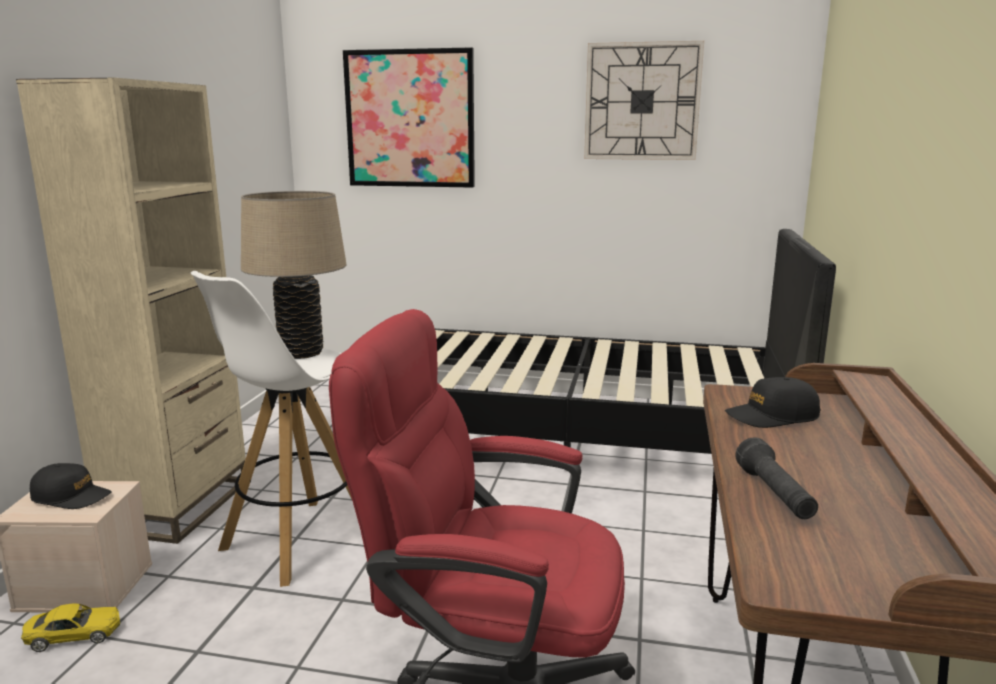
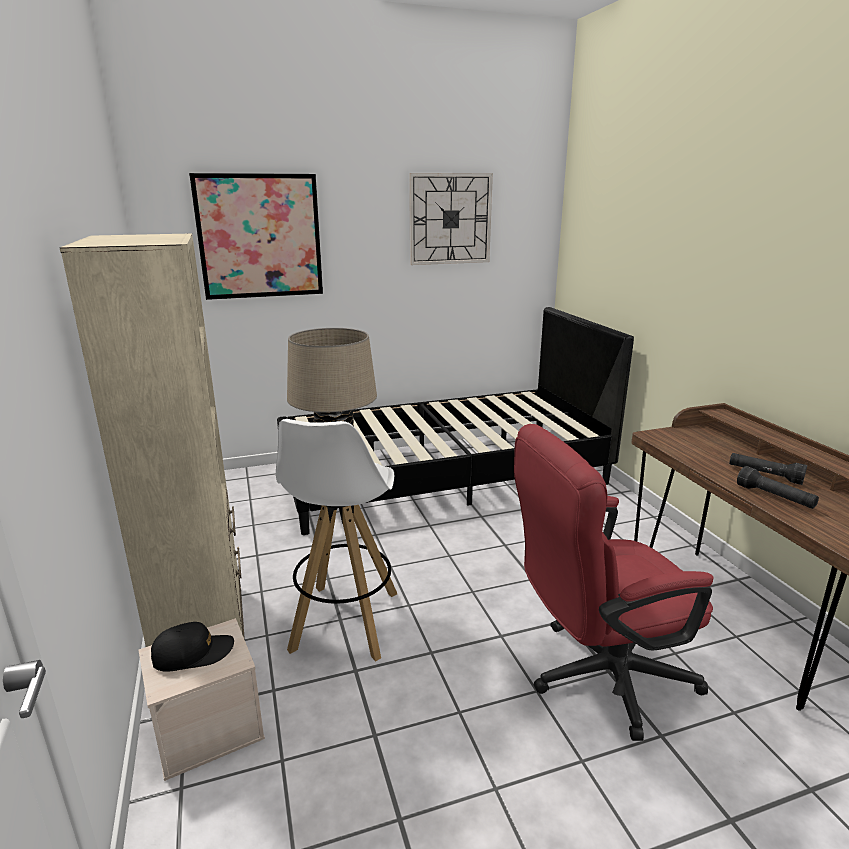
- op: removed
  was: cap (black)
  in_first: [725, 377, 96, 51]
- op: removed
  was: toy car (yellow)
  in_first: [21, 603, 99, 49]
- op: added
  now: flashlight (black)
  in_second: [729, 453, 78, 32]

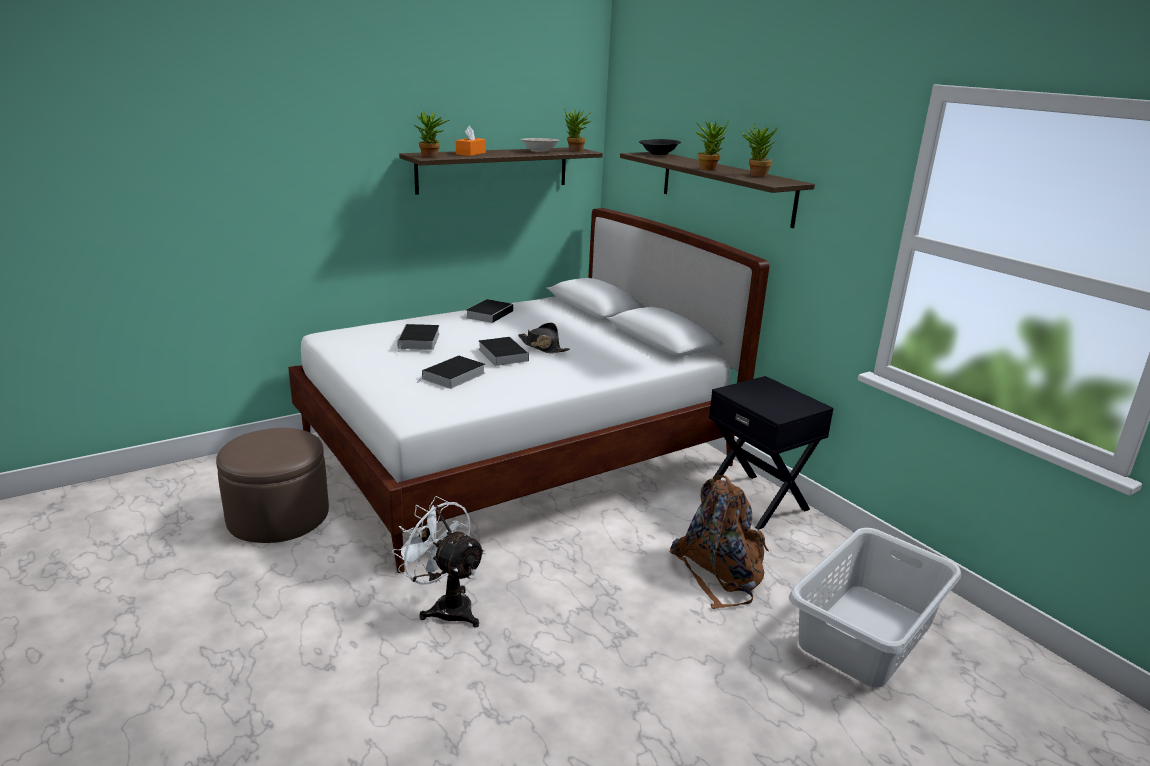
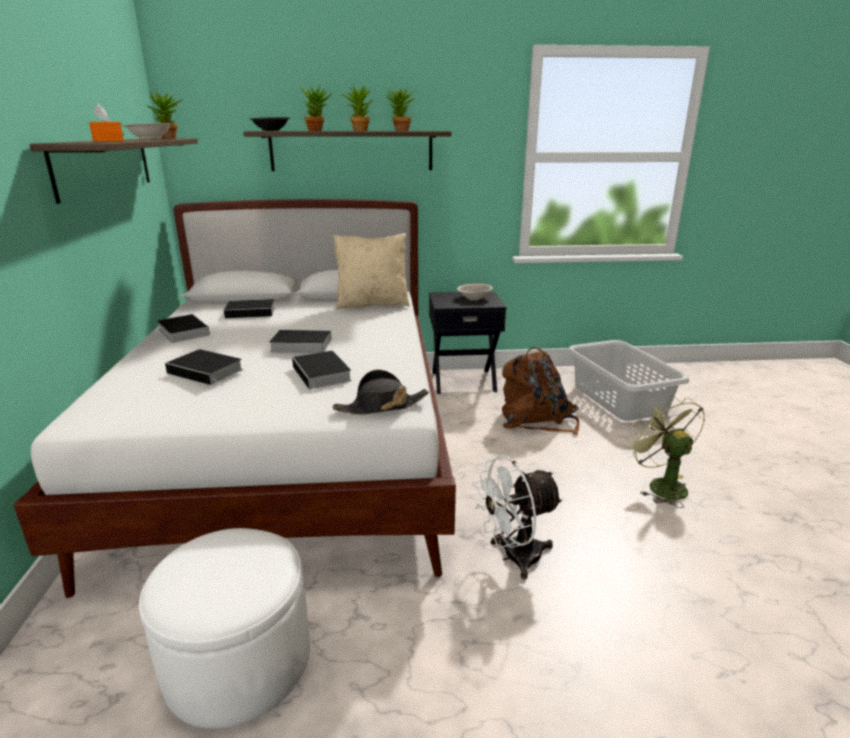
- op: moved
  was: potted plant
  in_first: [414, 111, 35, 47]
  in_second: [300, 84, 33, 47]
- op: moved
  was: hat (black)
  in_first: [518, 323, 52, 31]
  in_second: [333, 369, 96, 46]
- op: recoloured
  was: ottoman (brown)
  now: ottoman (white)
  in_first: [216, 428, 113, 115]
  in_second: [139, 528, 171, 201]
- op: added
  now: pillow (beige)
  in_second: [333, 233, 77, 76]
- op: added
  now: bowl (beige)
  in_second: [457, 284, 36, 16]
- op: added
  now: book
  in_second: [224, 299, 57, 19]
- op: added
  now: fan (green)
  in_second: [627, 395, 78, 113]

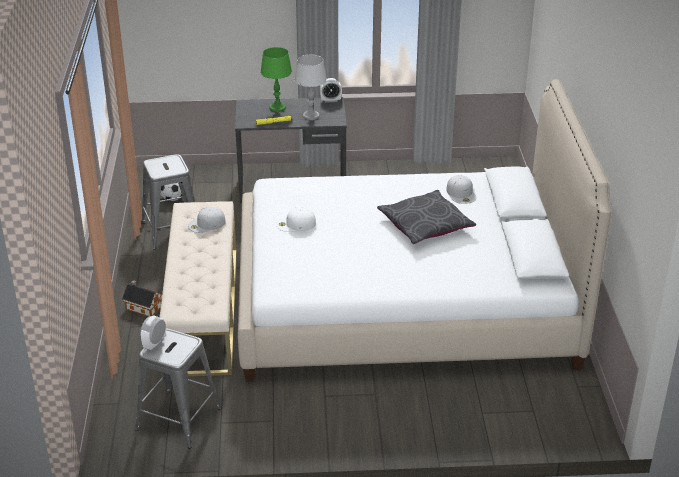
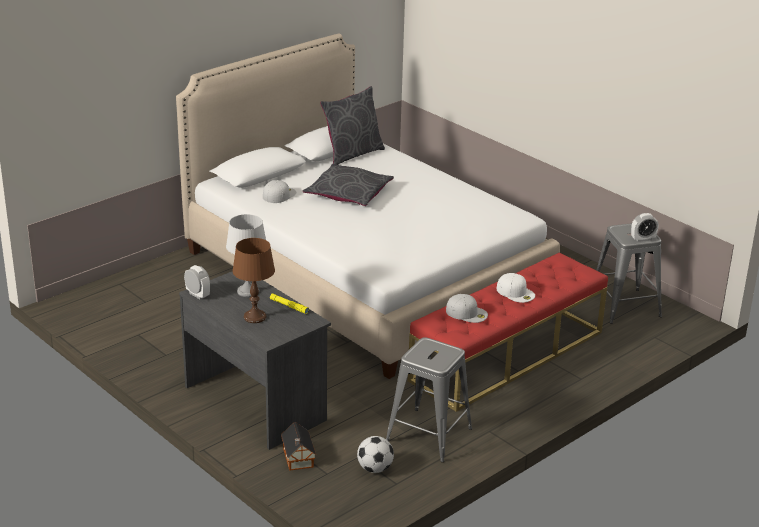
- op: recoloured
  was: table lamp (green)
  now: table lamp (brown)
  in_first: [260, 47, 32, 65]
  in_second: [232, 238, 43, 85]
- op: recoloured
  was: bench (beige)
  now: bench (red)
  in_first: [159, 201, 78, 176]
  in_second: [408, 253, 200, 159]
- op: moved
  was: cap (white)
  in_first: [276, 207, 40, 25]
  in_second: [497, 273, 38, 30]
- op: moved
  was: toy house
  in_first: [122, 280, 40, 37]
  in_second: [281, 422, 35, 49]
- op: added
  now: pillow (grey)
  in_second: [320, 86, 65, 79]

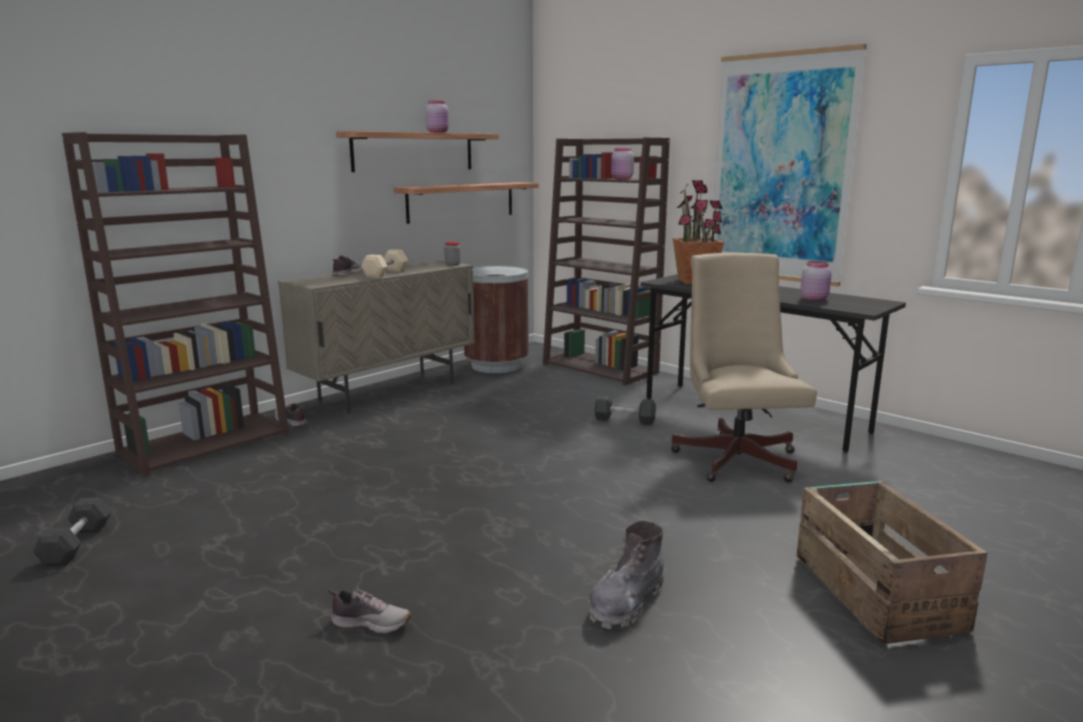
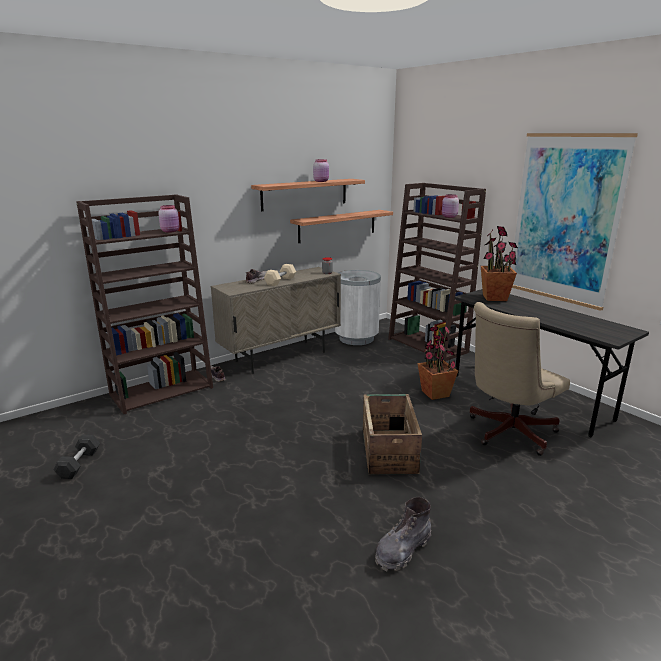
- op: turned
  was: office chair (beige)
  in_first: [671, 253, 146, 229]
  in_second: [470, 302, 100, 154]
  clockwise: -135
- op: moved
  was: jar (pink)
  in_first: [800, 261, 32, 40]
  in_second: [158, 205, 21, 28]
- op: recoloured
  was: trash can (brown)
  now: trash can (white)
  in_first: [464, 266, 65, 107]
  in_second: [335, 270, 46, 75]
- op: replaced
  was: dumbbell (grey)
  now: potted plant
  in_first: [594, 395, 62, 30]
  in_second: [418, 326, 40, 74]
- op: moved
  was: crate
  in_first: [796, 481, 192, 163]
  in_second: [363, 394, 59, 80]
- op: removed
  was: shoe
  in_first: [328, 589, 83, 44]

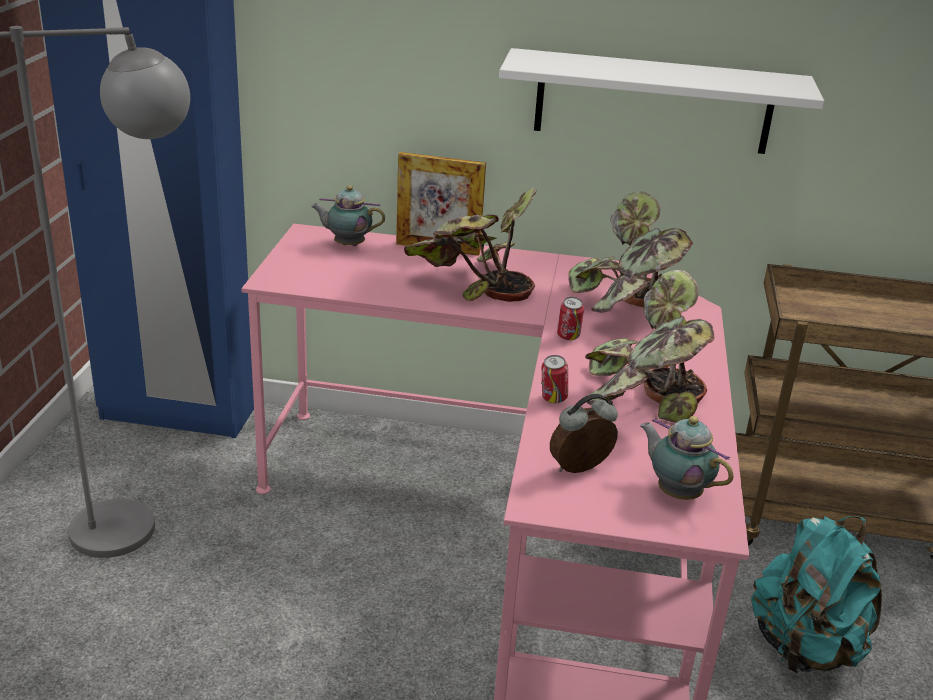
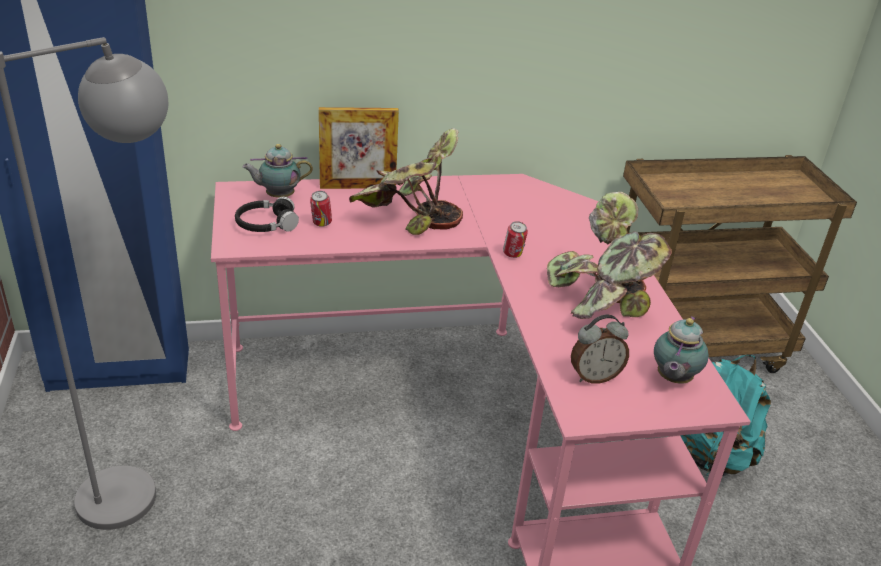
- op: removed
  was: shelf (white)
  in_first: [499, 48, 325, 106]
- op: removed
  was: potted plant
  in_first: [568, 191, 125, 123]
- op: moved
  was: can
  in_first: [541, 355, 27, 48]
  in_second: [310, 191, 22, 36]
- op: turned
  was: alarm clock
  in_first: [550, 394, 68, 79]
  in_second: [571, 315, 58, 69]
  clockwise: -150
- op: turned
  was: teapot
  in_first: [640, 416, 93, 84]
  in_second: [654, 316, 55, 68]
  clockwise: -90
- op: added
  now: headphones (black)
  in_second: [235, 197, 64, 35]

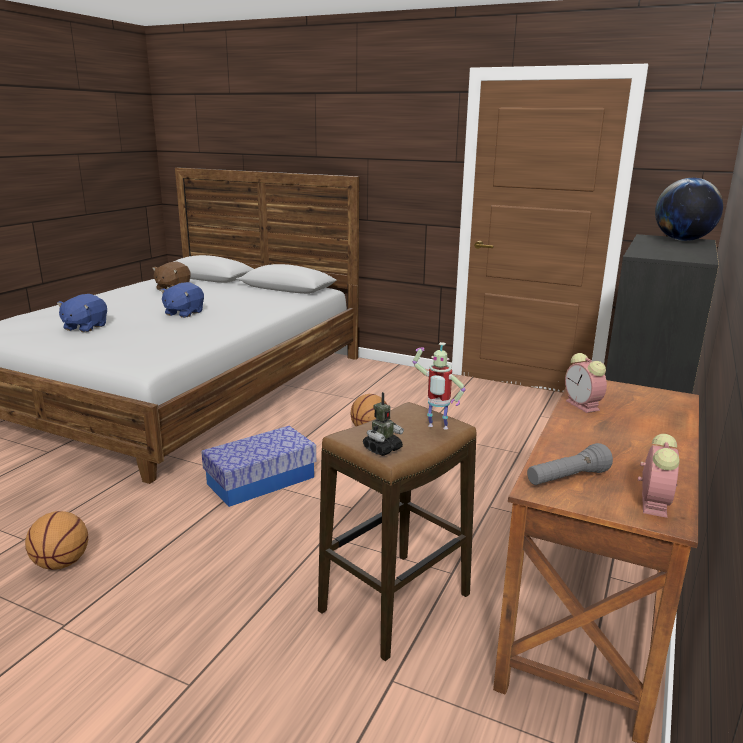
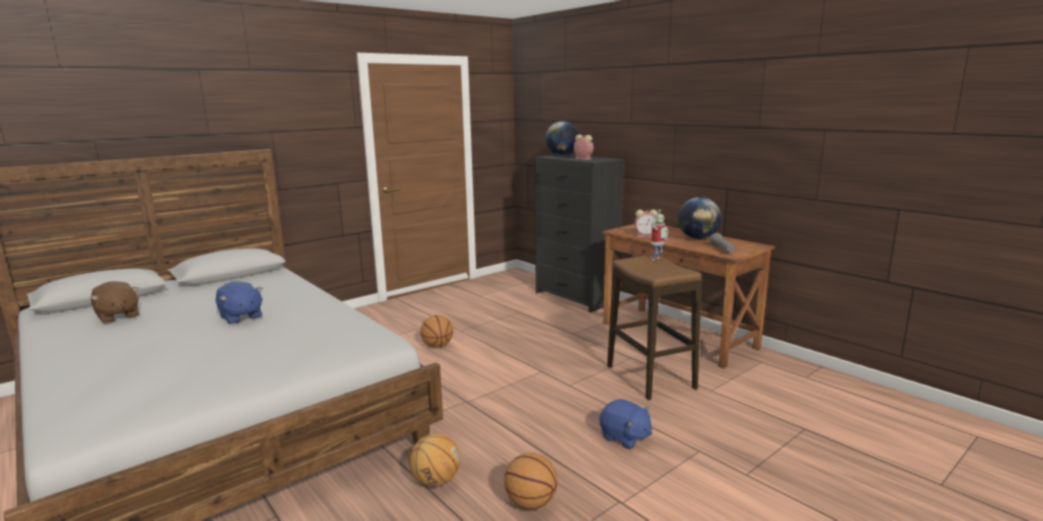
- op: moved
  was: plush toy (blue)
  in_first: [57, 294, 50, 39]
  in_second: [599, 399, 53, 50]
- op: removed
  was: toy robot
  in_first: [363, 392, 41, 64]
- op: removed
  was: storage box
  in_first: [201, 426, 115, 81]
- op: moved
  was: alarm clock
  in_first: [638, 434, 42, 84]
  in_second: [574, 134, 20, 26]
- op: added
  now: globe
  in_second: [678, 197, 43, 42]
- op: added
  now: basketball
  in_second: [409, 433, 51, 54]

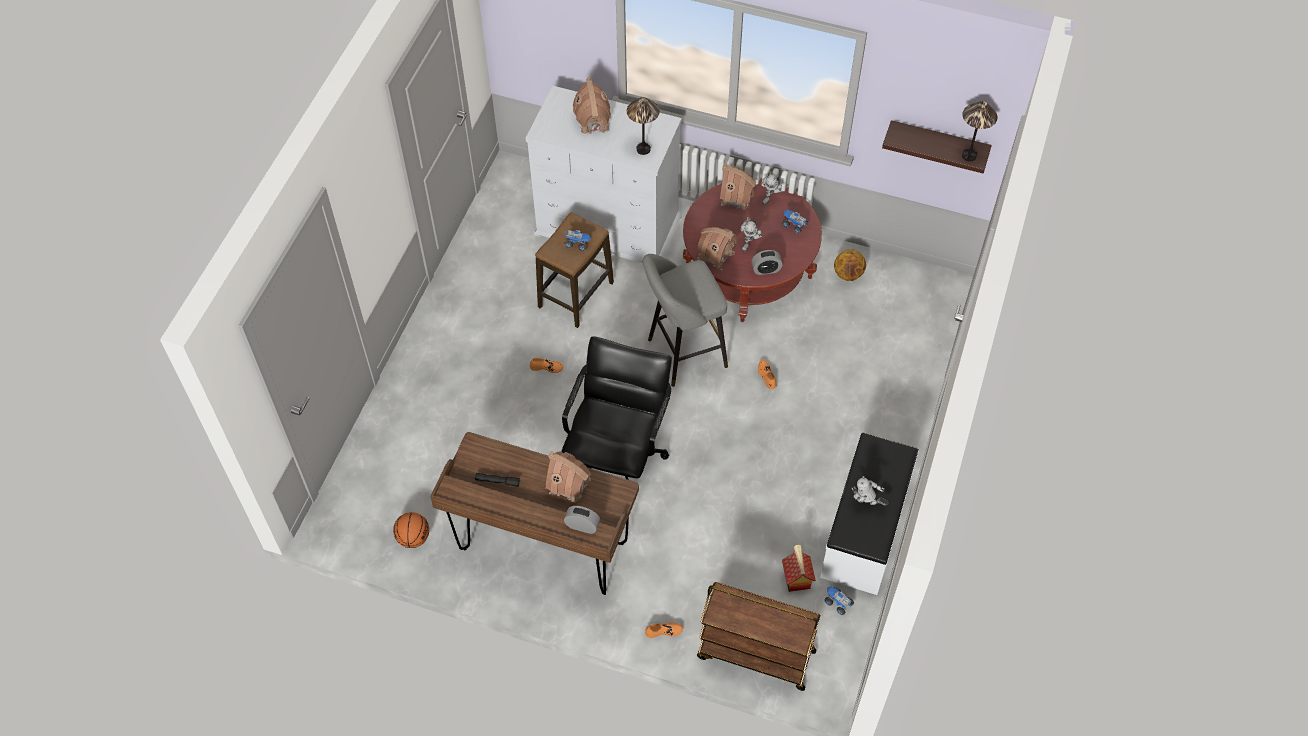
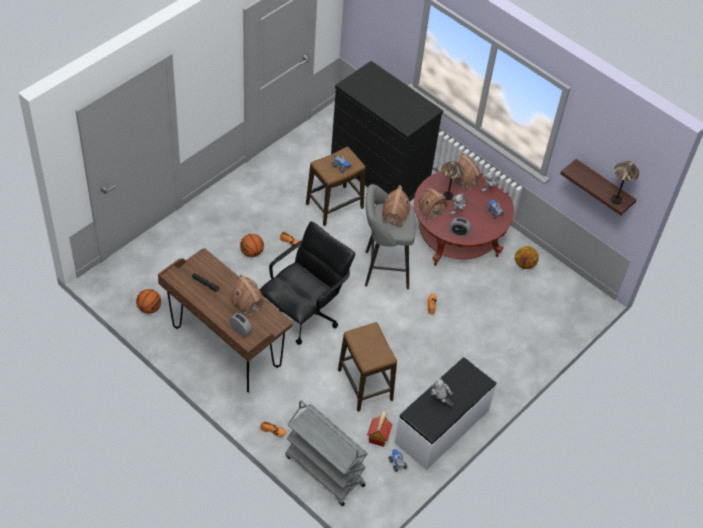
- op: moved
  was: toy house
  in_first: [573, 77, 38, 57]
  in_second: [382, 185, 28, 43]
- op: recoloured
  was: dresser (white)
  now: dresser (black)
  in_first: [526, 86, 156, 177]
  in_second: [331, 61, 112, 140]
- op: moved
  was: table lamp
  in_first: [627, 97, 33, 58]
  in_second: [441, 161, 23, 39]
- op: recoloured
  was: cart (brown)
  now: cart (grey)
  in_first: [697, 582, 123, 109]
  in_second: [285, 400, 83, 106]
- op: added
  now: basketball
  in_second: [240, 234, 24, 23]
- op: added
  now: stool
  in_second: [338, 322, 59, 90]

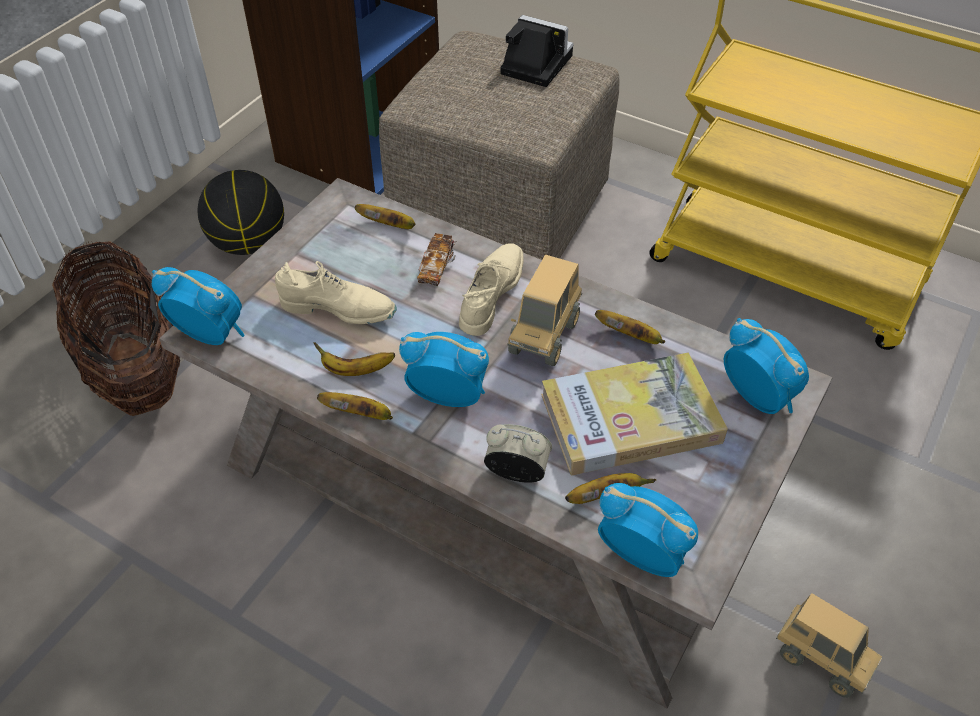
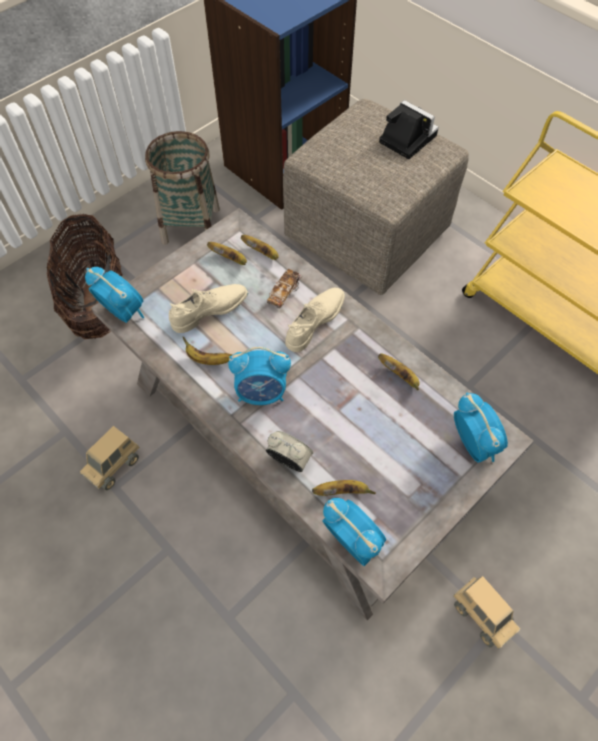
- op: replaced
  was: basketball
  now: basket
  in_first: [198, 170, 86, 85]
  in_second: [145, 131, 75, 114]
- op: moved
  was: toy truck
  in_first: [507, 255, 75, 111]
  in_second: [80, 426, 60, 64]
- op: turned
  was: shoe (beige)
  in_first: [275, 261, 122, 63]
  in_second: [169, 284, 79, 49]
  clockwise: -60
- op: turned
  was: alarm clock
  in_first: [399, 332, 90, 75]
  in_second: [228, 347, 63, 58]
  clockwise: 150
- op: removed
  was: book
  in_first: [541, 352, 187, 123]
- op: moved
  was: banana
  in_first: [317, 392, 76, 28]
  in_second: [207, 242, 40, 23]

